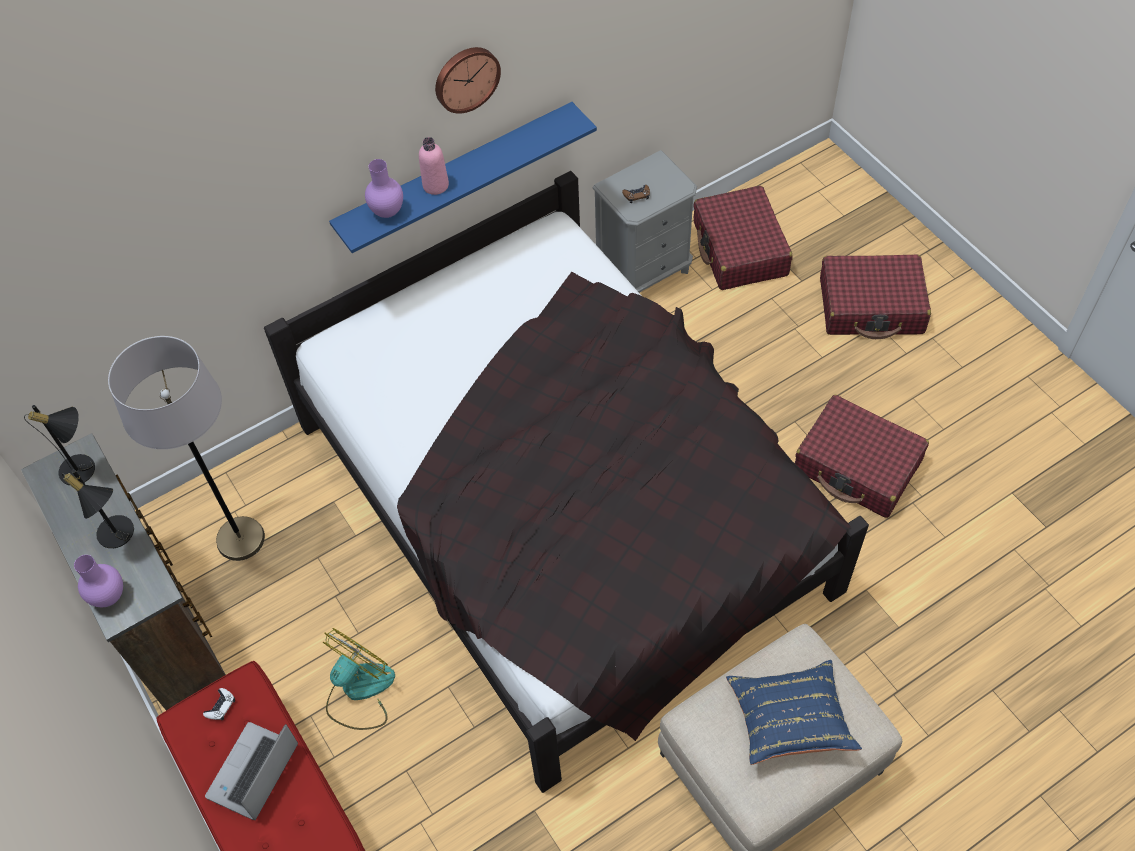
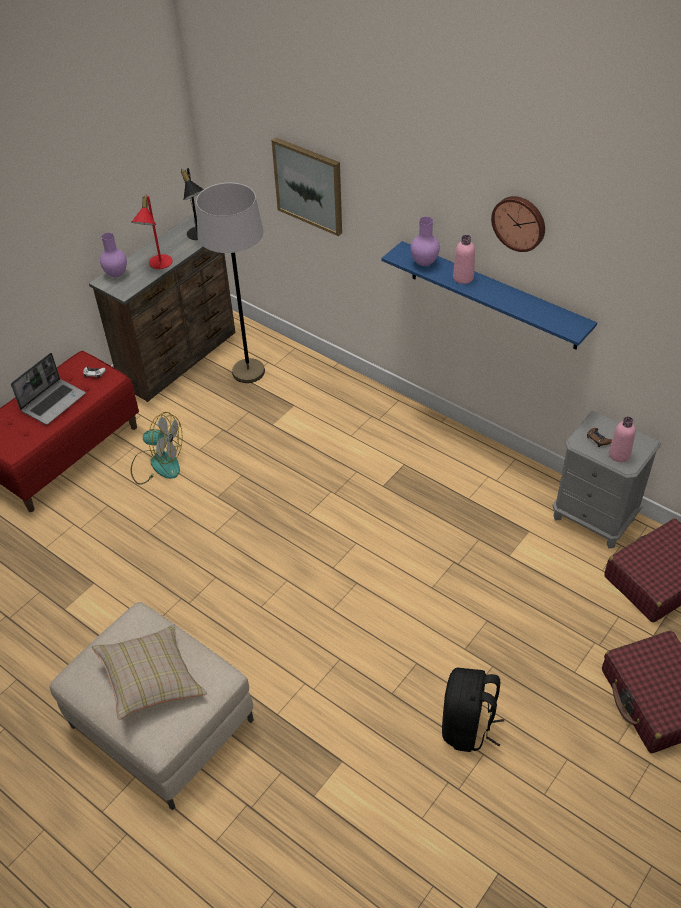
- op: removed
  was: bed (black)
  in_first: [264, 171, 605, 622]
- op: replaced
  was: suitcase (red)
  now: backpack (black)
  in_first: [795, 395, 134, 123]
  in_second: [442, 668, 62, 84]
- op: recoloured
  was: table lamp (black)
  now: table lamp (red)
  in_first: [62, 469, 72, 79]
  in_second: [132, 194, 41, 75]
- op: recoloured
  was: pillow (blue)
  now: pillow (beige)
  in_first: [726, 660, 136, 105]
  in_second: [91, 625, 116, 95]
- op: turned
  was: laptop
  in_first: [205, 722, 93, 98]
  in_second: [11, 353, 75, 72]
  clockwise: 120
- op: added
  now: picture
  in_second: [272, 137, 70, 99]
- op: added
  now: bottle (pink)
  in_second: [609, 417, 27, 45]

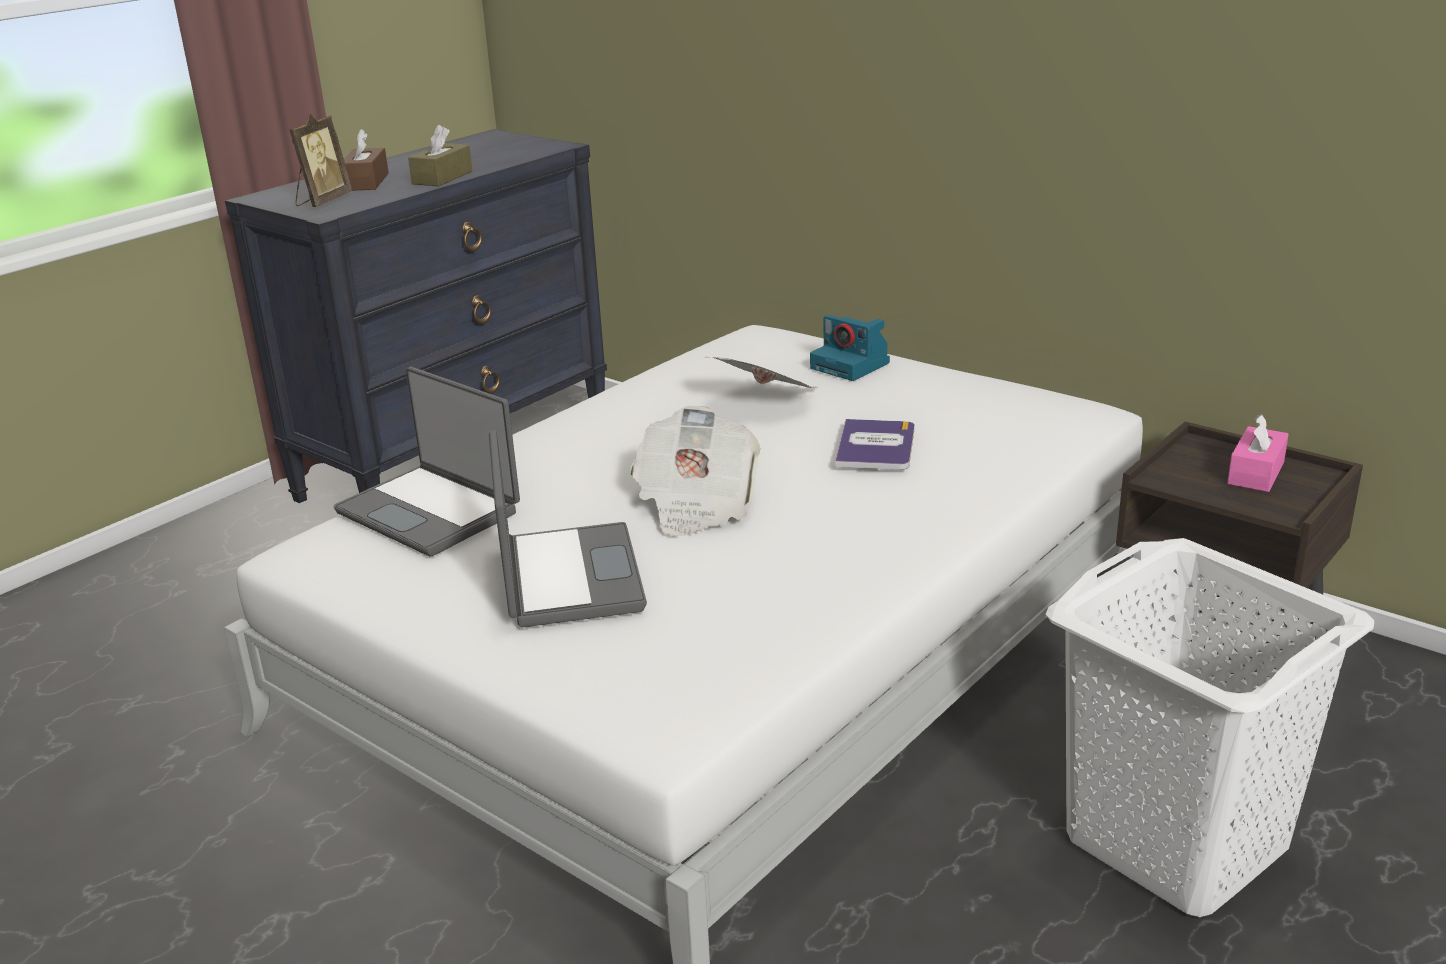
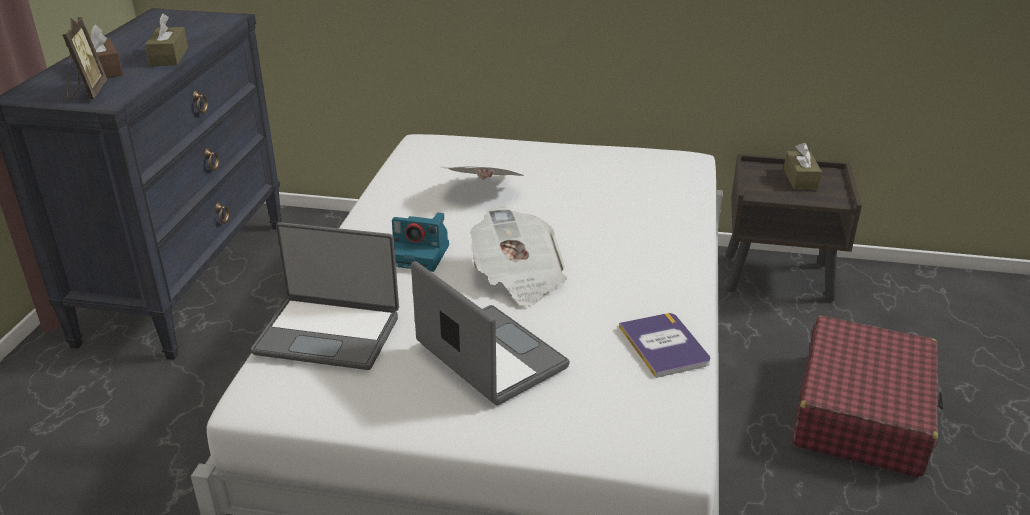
- op: moved
  was: photo camera
  in_first: [810, 315, 80, 66]
  in_second: [392, 213, 57, 59]
- op: recoloured
  was: tissue box (pink)
  now: tissue box (brown)
  in_first: [1227, 413, 62, 79]
  in_second: [784, 143, 38, 47]
- op: moved
  was: book
  in_first: [835, 419, 79, 51]
  in_second: [619, 313, 91, 65]
- op: replaced
  was: laundry basket (white)
  now: suitcase (red)
  in_first: [1046, 538, 328, 379]
  in_second: [792, 316, 151, 162]

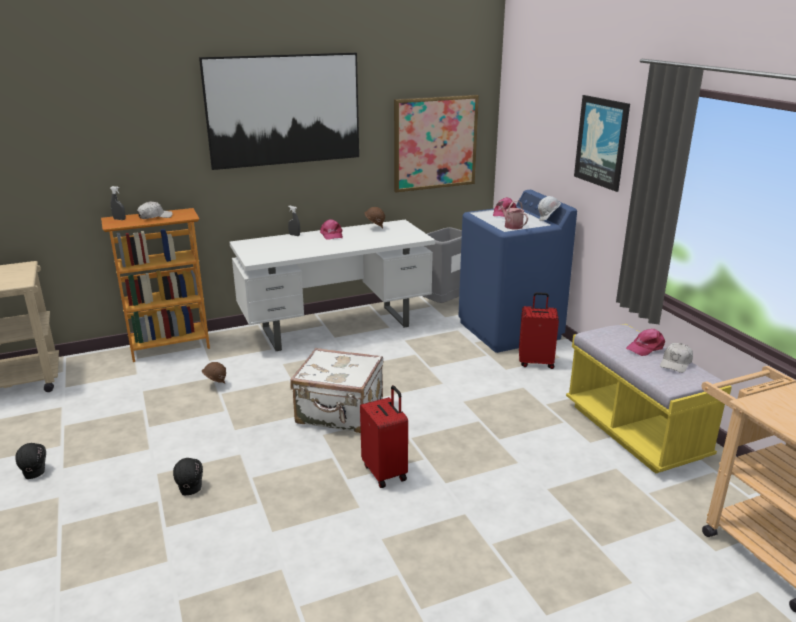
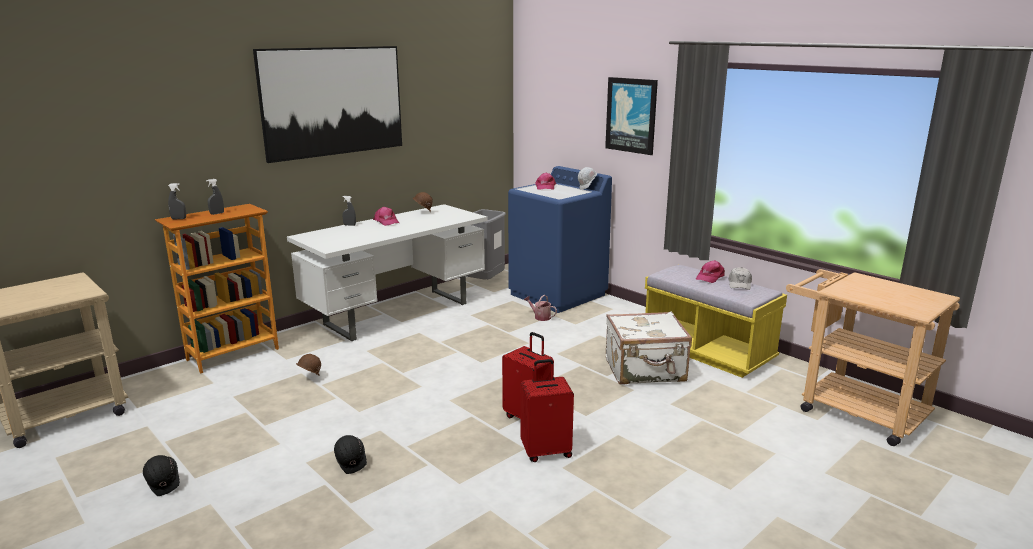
- op: removed
  was: picture
  in_first: [394, 95, 85, 97]
- op: moved
  was: watering can
  in_first: [496, 200, 32, 29]
  in_second: [524, 295, 33, 26]
- op: replaced
  was: cap (white)
  now: spray bottle (grey)
  in_first: [137, 202, 36, 17]
  in_second: [206, 179, 18, 36]
- op: moved
  was: suitcase (red)
  in_first: [519, 292, 40, 77]
  in_second: [520, 359, 54, 103]
- op: moved
  was: suitcase (white)
  in_first: [290, 348, 93, 85]
  in_second: [606, 311, 86, 74]

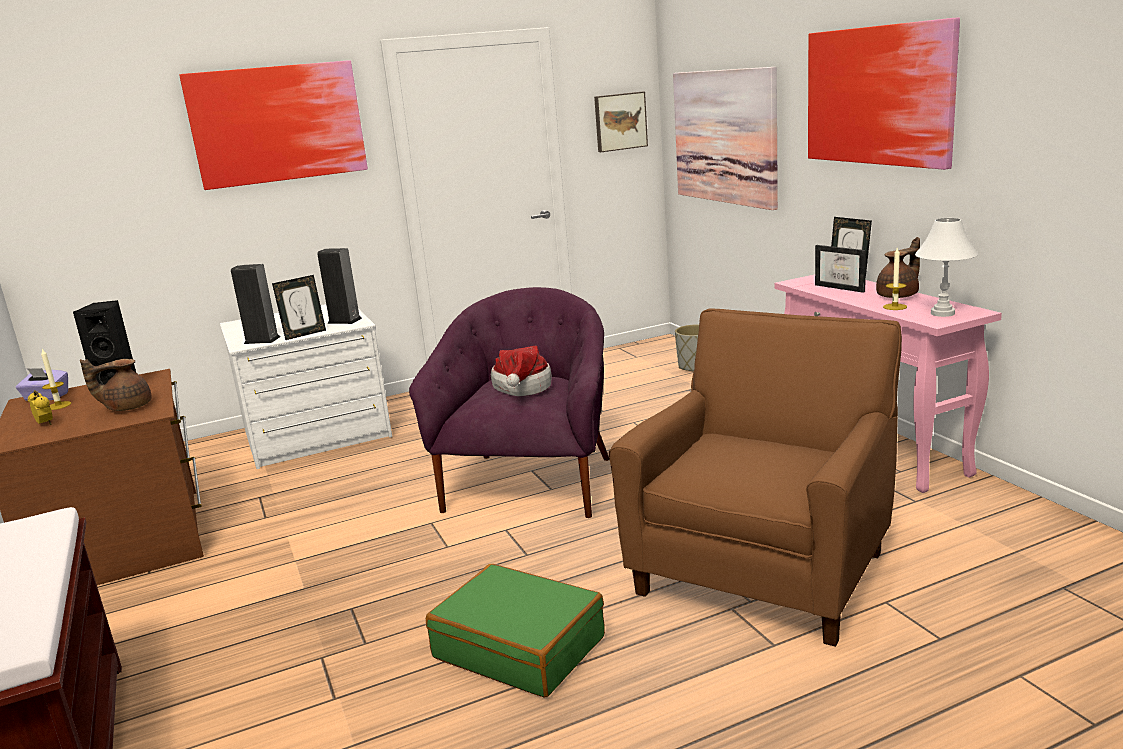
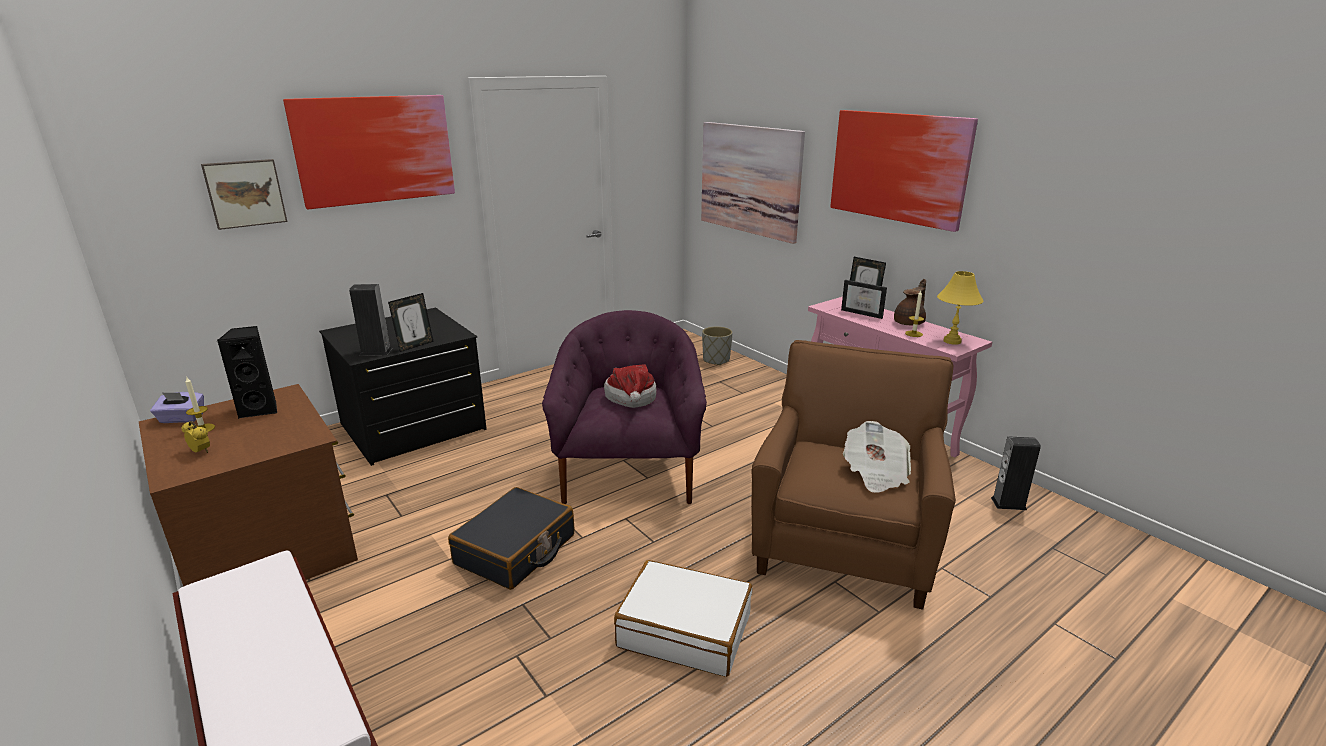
- op: moved
  was: picture
  in_first: [594, 91, 54, 61]
  in_second: [201, 159, 86, 71]
- op: recoloured
  was: table lamp (white)
  now: table lamp (yellow)
  in_first: [915, 218, 63, 99]
  in_second: [937, 271, 47, 74]
- op: moved
  was: speaker
  in_first: [317, 248, 45, 76]
  in_second: [991, 436, 50, 74]
- op: recoloured
  was: dresser (white)
  now: dresser (black)
  in_first: [220, 304, 172, 165]
  in_second: [319, 308, 168, 158]
- op: removed
  was: teapot (brown)
  in_first: [80, 359, 72, 52]
- op: recoloured
  was: suitcase (green)
  now: suitcase (white)
  in_first: [426, 564, 179, 134]
  in_second: [614, 560, 138, 117]
- op: added
  now: newspaper
  in_second: [843, 421, 68, 72]
- op: added
  now: suitcase (black)
  in_second: [448, 487, 126, 103]

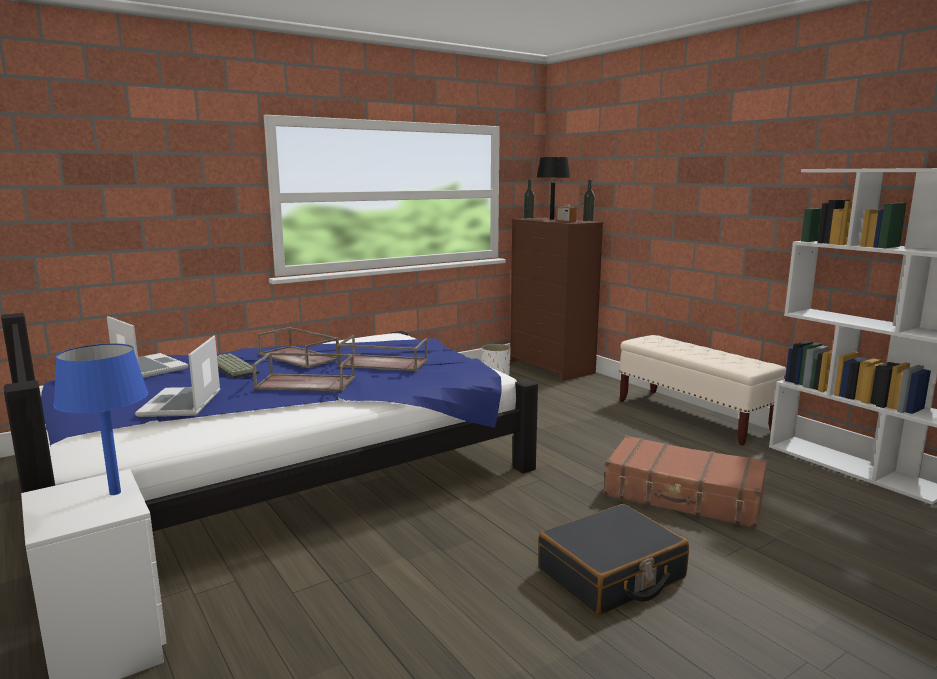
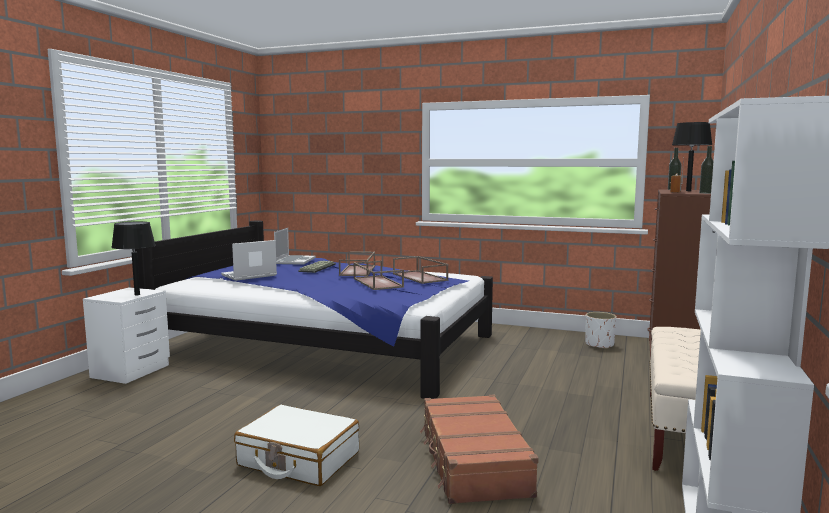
- op: recoloured
  was: table lamp (blue)
  now: table lamp (black)
  in_first: [53, 343, 95, 152]
  in_second: [111, 222, 45, 73]
- op: moved
  was: tray (brown)
  in_first: [252, 352, 103, 39]
  in_second: [393, 256, 56, 28]
- op: recoloured
  was: suitcase (black)
  now: suitcase (white)
  in_first: [538, 504, 151, 111]
  in_second: [234, 405, 125, 81]

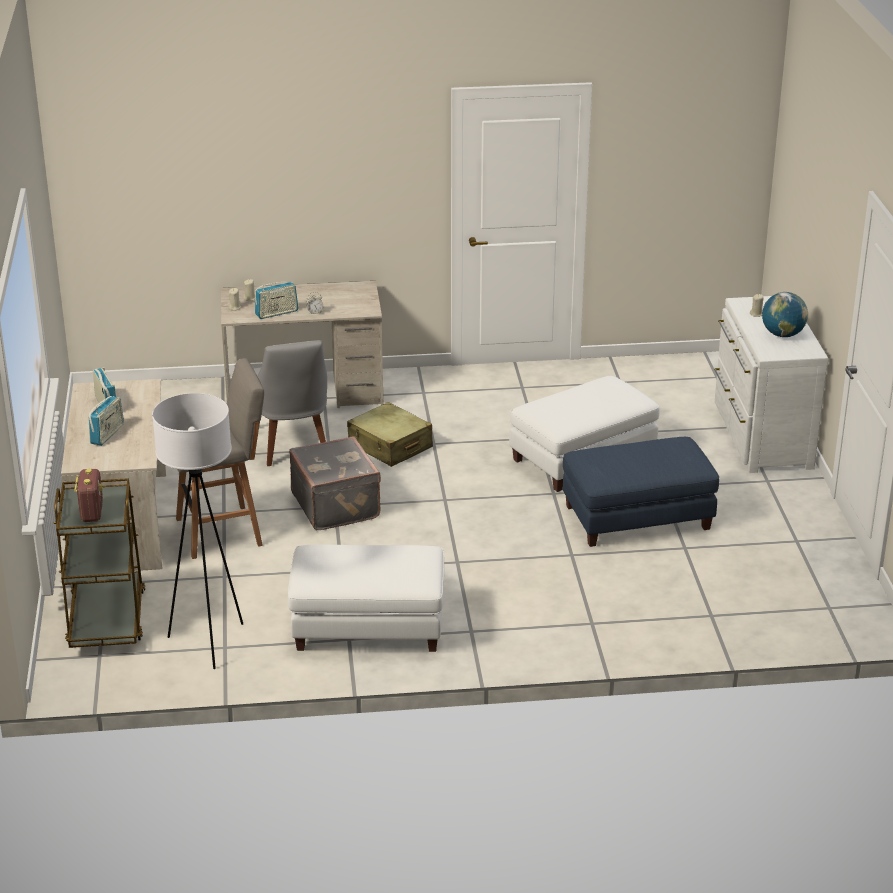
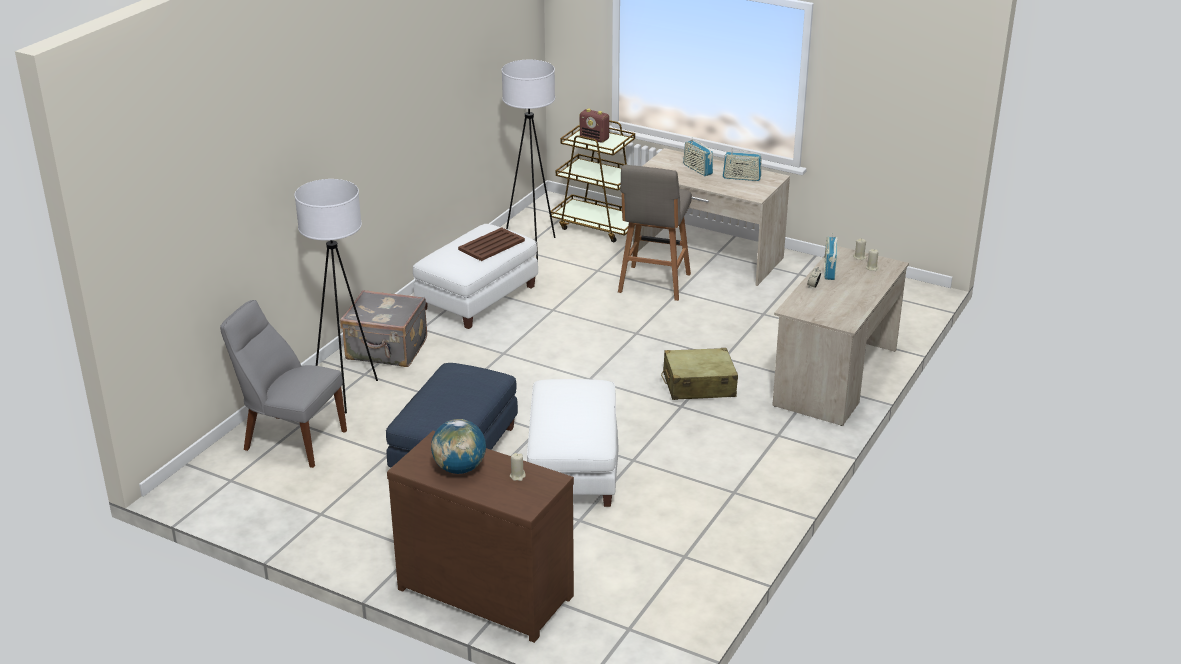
- op: recoloured
  was: dresser (white)
  now: dresser (brown)
  in_first: [714, 296, 115, 177]
  in_second: [387, 431, 187, 212]
- op: moved
  was: chair (grey)
  in_first: [254, 340, 73, 126]
  in_second: [220, 300, 127, 168]
- op: moved
  was: suitcase (grey)
  in_first: [289, 436, 92, 94]
  in_second: [340, 290, 87, 77]
- op: added
  now: floor lamp (white)
  in_second: [294, 179, 84, 235]
- op: added
  now: tray (brown)
  in_second: [458, 227, 67, 34]

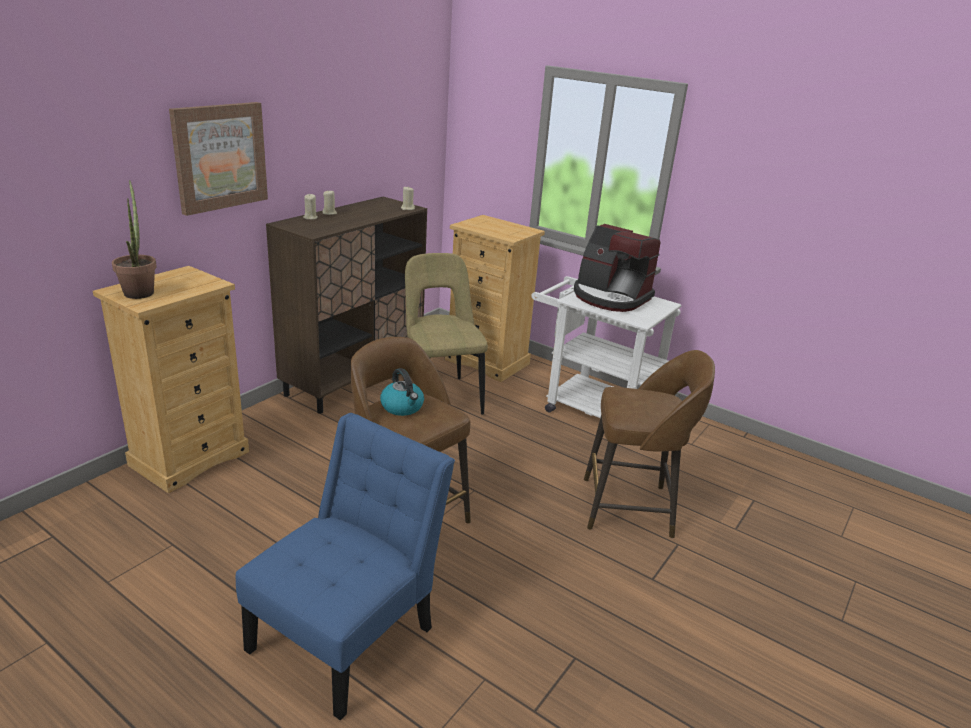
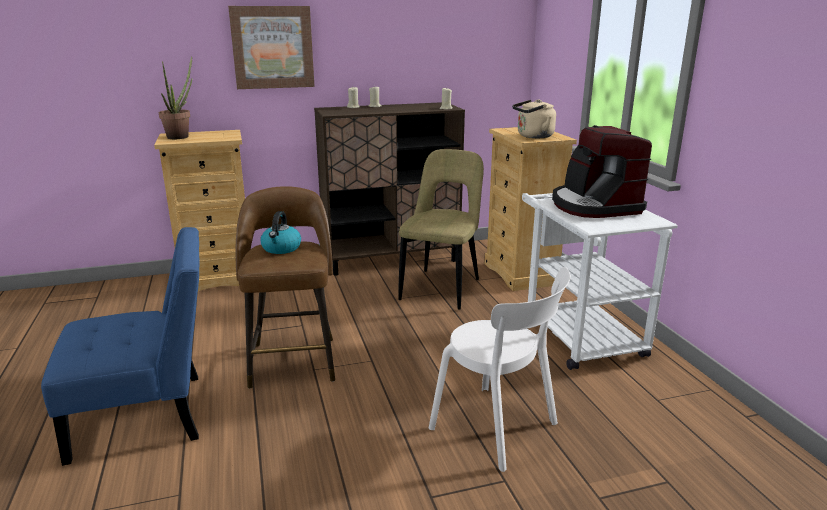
- op: replaced
  was: stool (brown)
  now: chair (white)
  in_first: [584, 350, 131, 188]
  in_second: [429, 267, 141, 205]
- op: added
  now: kettle (beige)
  in_second: [512, 99, 44, 39]

